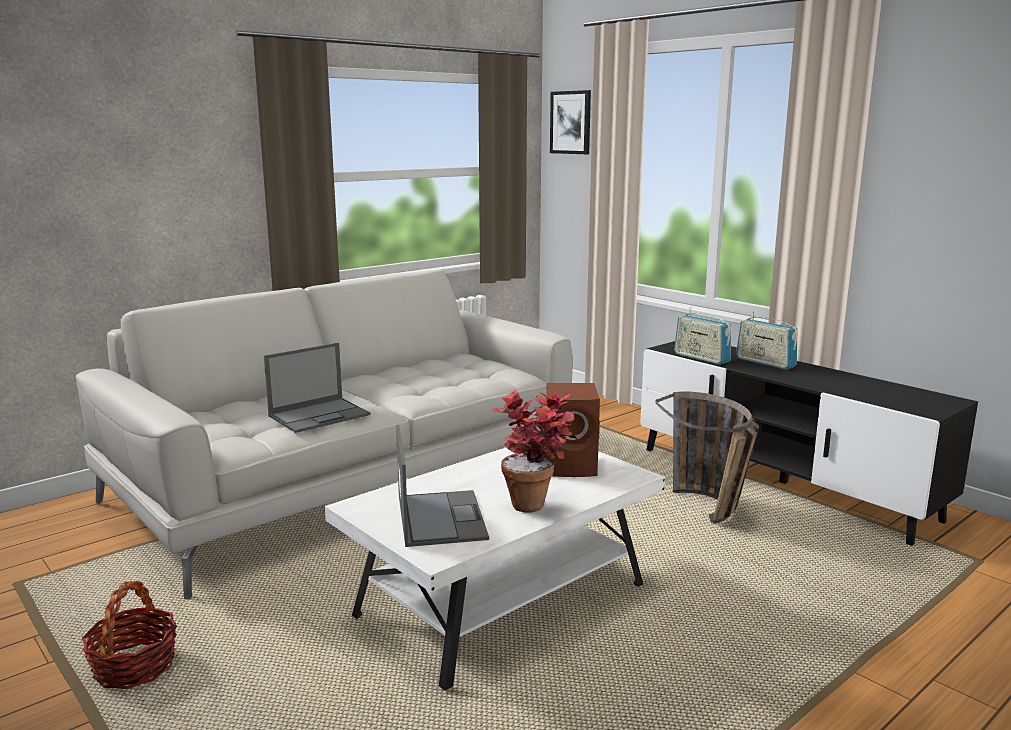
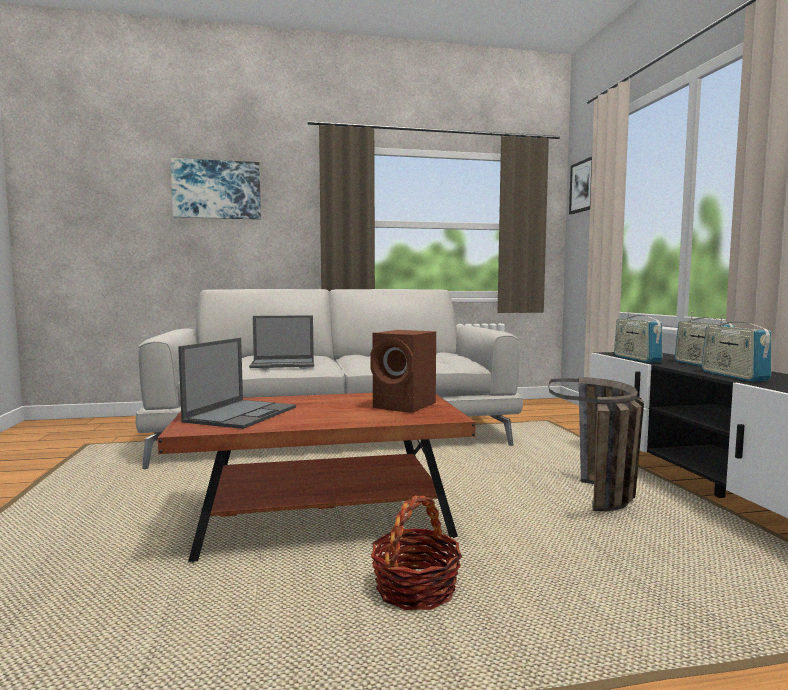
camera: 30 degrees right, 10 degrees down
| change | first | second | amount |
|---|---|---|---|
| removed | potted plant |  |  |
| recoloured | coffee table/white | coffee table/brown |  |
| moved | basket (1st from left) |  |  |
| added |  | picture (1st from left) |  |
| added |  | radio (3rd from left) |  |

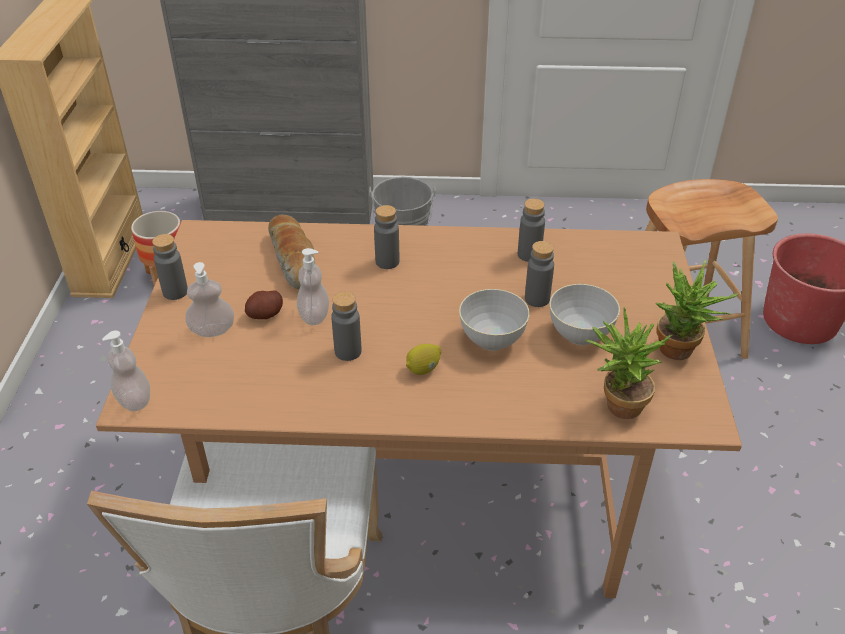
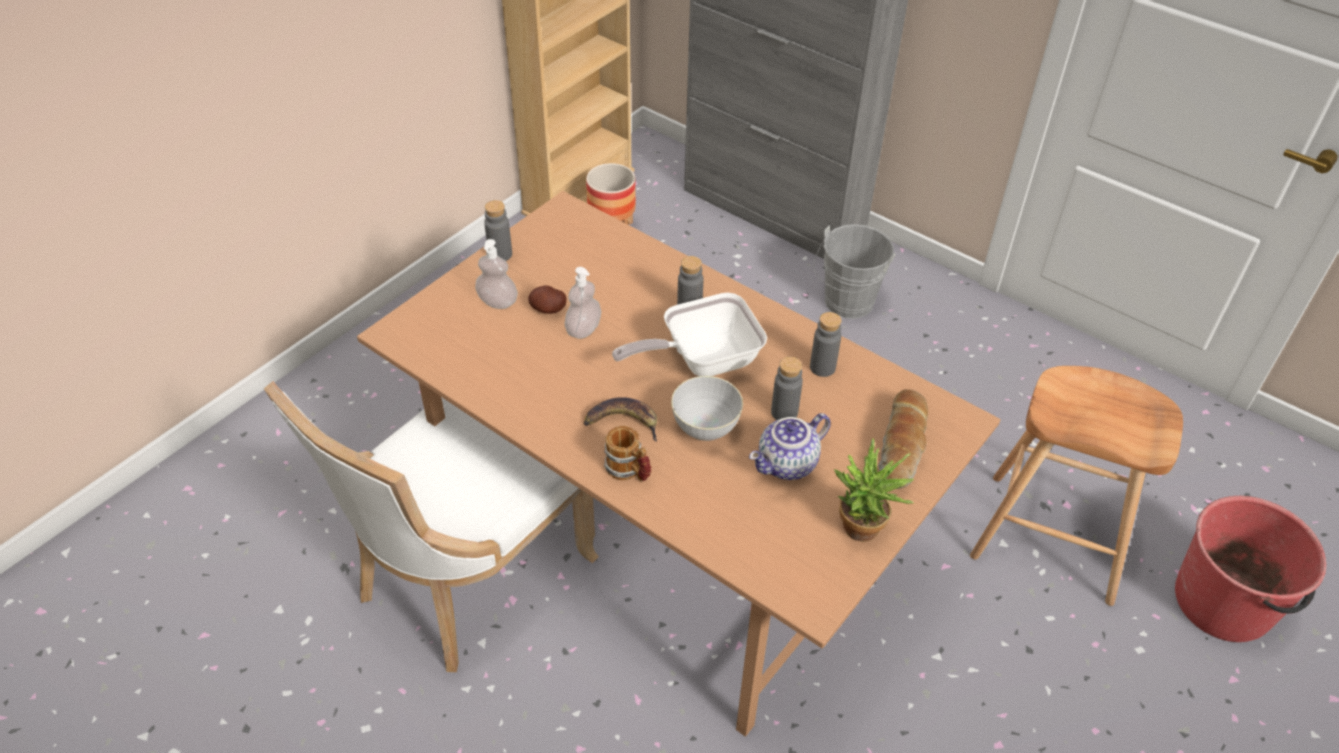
camera: 35 degrees right, 5 degrees up
| change | first | second | amount |
|---|---|---|---|
| moved | bread |  |  |
| replaced | bowl/grey (2nd from left) | teapot |  |
| removed | bottle/grey (2nd from left) |  |  |
| removed | potted plant (1st from left) |  |  |
| removed | soap dispenser (1st from left) |  |  |
| replaced | lemon | banana |  |
| added |  | frying pan |  |
| added |  | mug |  |

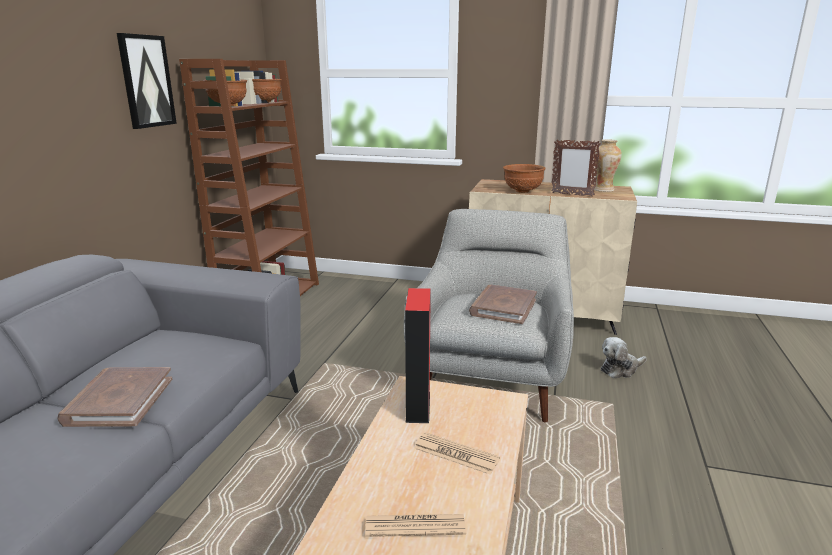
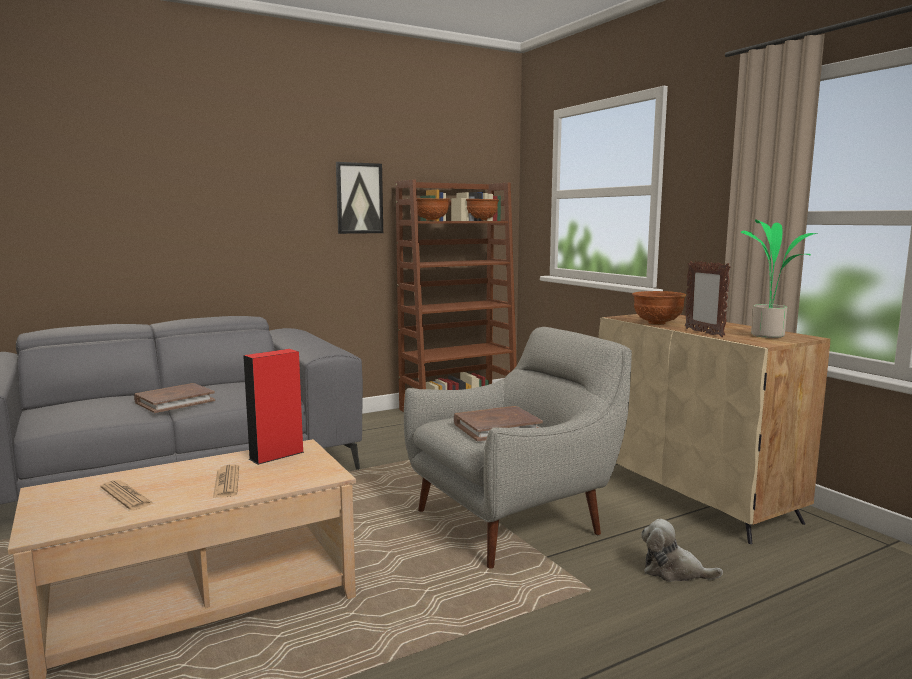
camera: 45 degrees right, 10 degrees down
| change | first | second | amount |
|---|---|---|---|
| replaced | vase | potted plant |  |

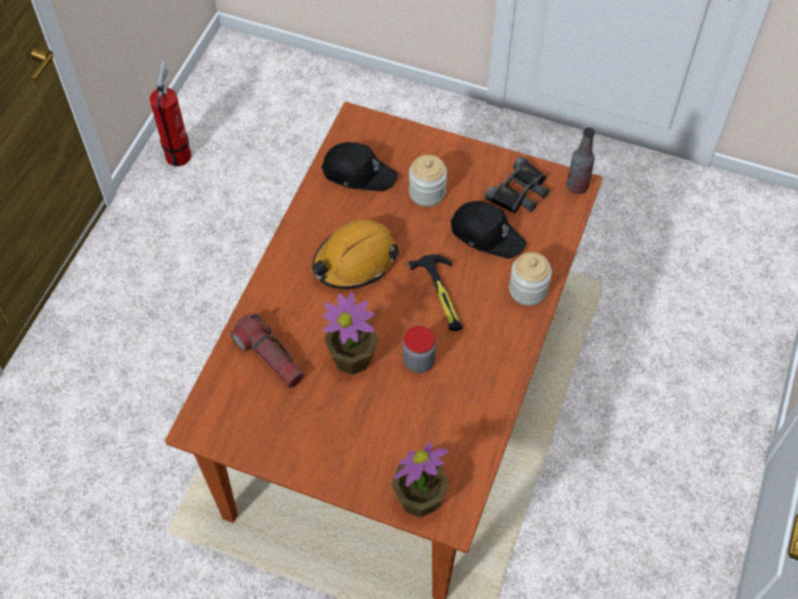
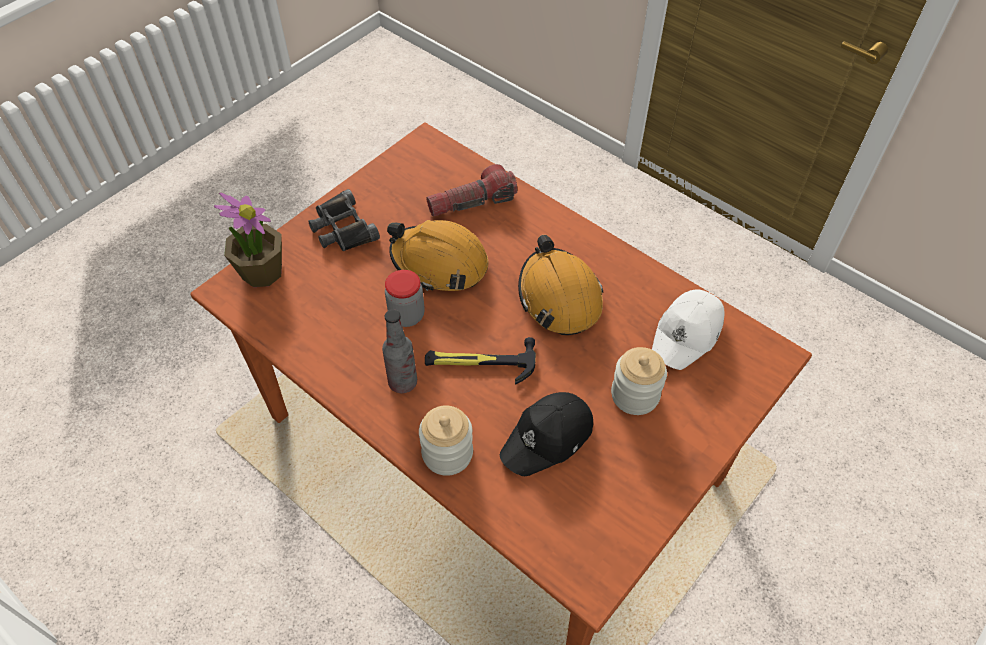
camera: 110 degrees right, 5 degrees down
| change | first | second | amount |
|---|---|---|---|
| removed | fire extinguisher |  |  |
| moved | bottle |  |  |
| recoloured | cap/black (1st from left) | cap/white |  |
| moved | binoculars/black |  |  |
| replaced | potted plant (1st from left) | hard hat/orange (1st from left) |  |

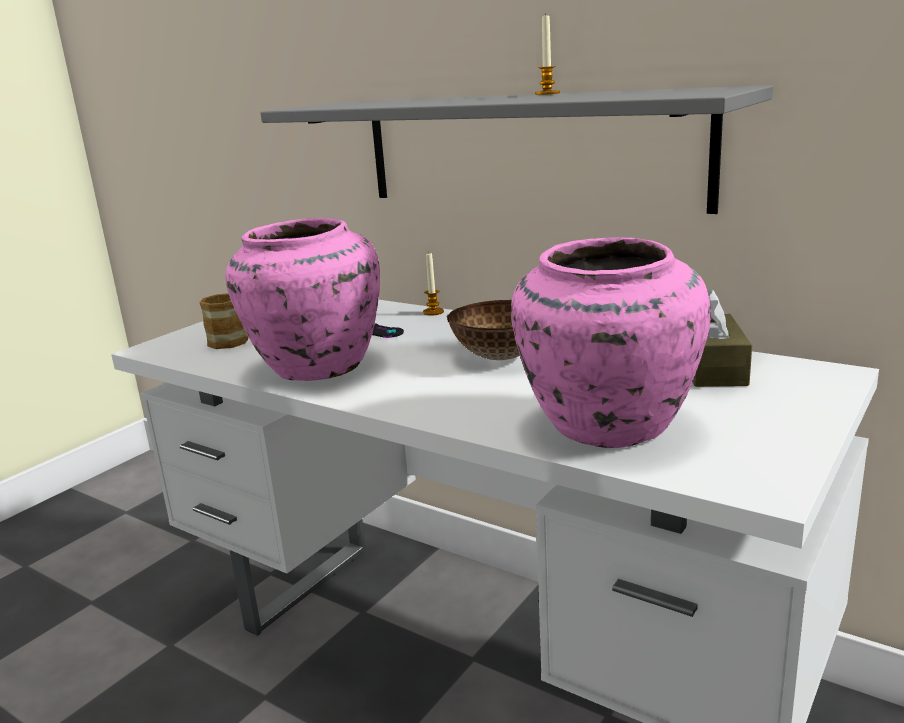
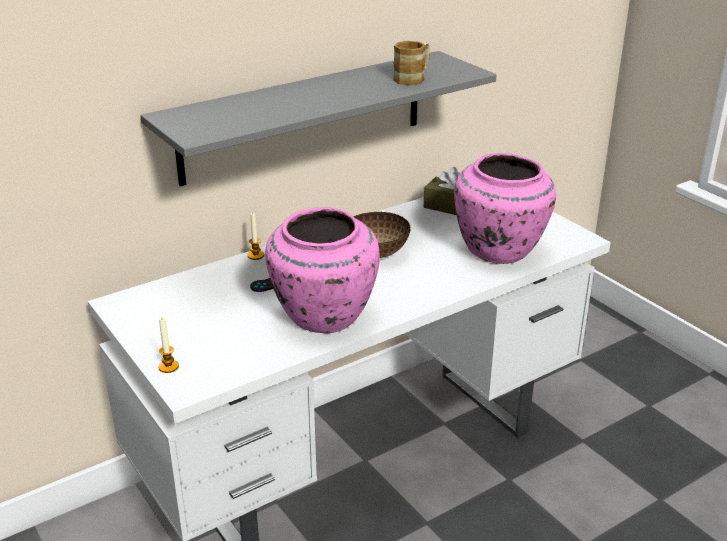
camera: 70 degrees left, 10 degrees up
| change | first | second | amount |
|---|---|---|---|
| moved | candle (2nd from left in the first image) | candle (1st from left) |  |
| moved | mug |  |  |

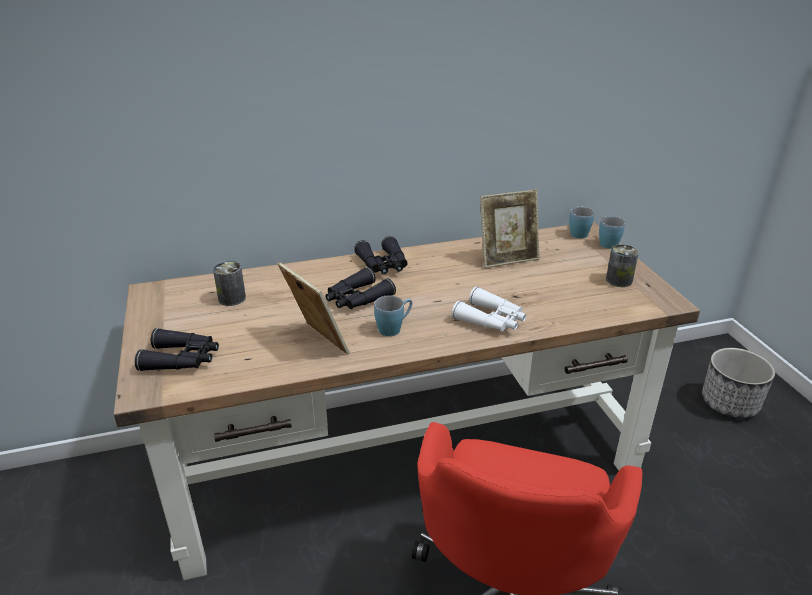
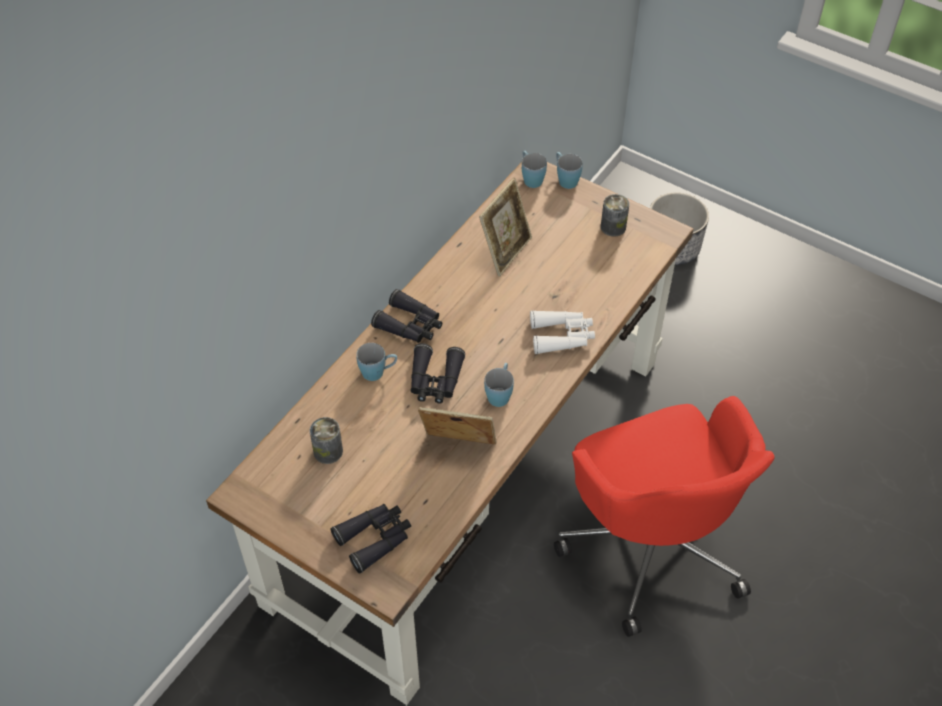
camera: 40 degrees left, 20 degrees up
| change | first | second | amount |
|---|---|---|---|
| added |  | mug/blue (1st from left) |  |

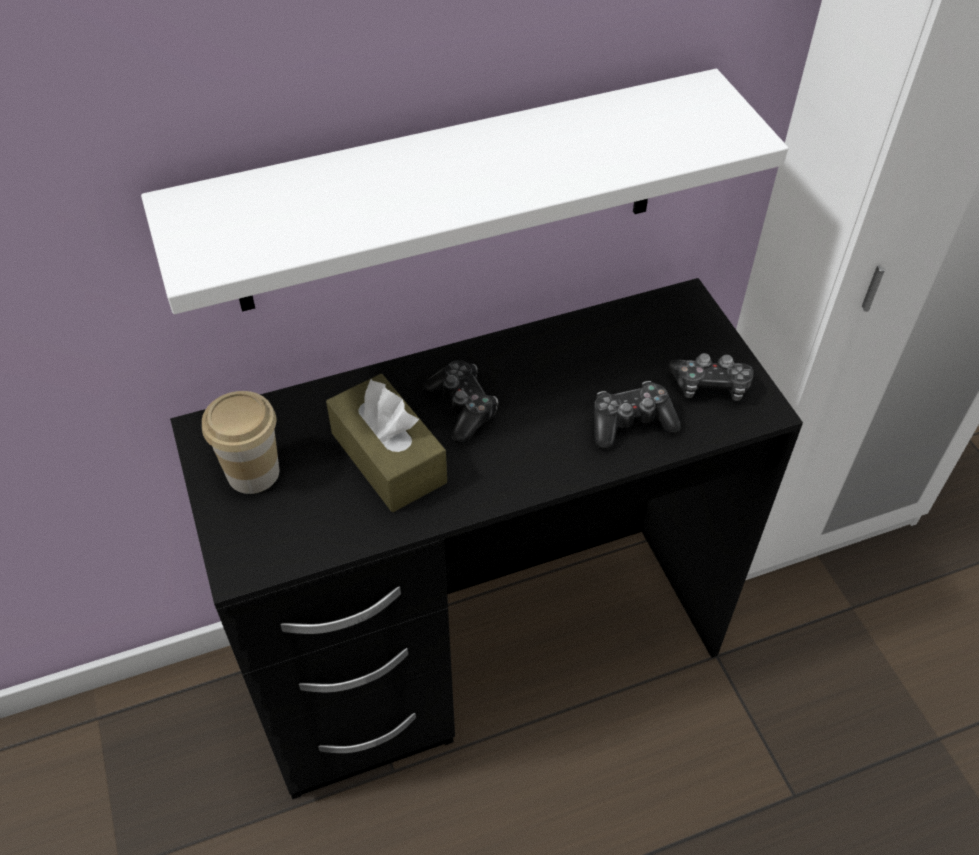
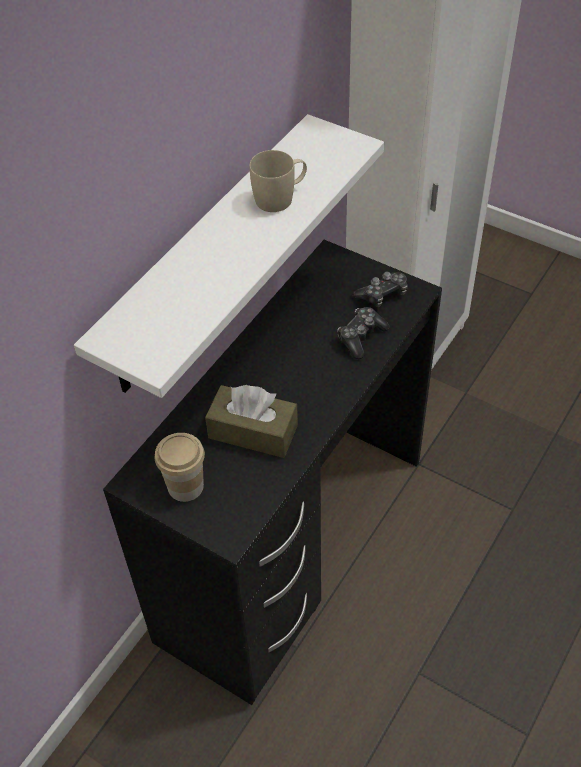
camera: 35 degrees left, 0 degrees up
| change | first | second | amount |
|---|---|---|---|
| removed | game controller (1st from left) |  |  |
| added |  | mug/beige |  |

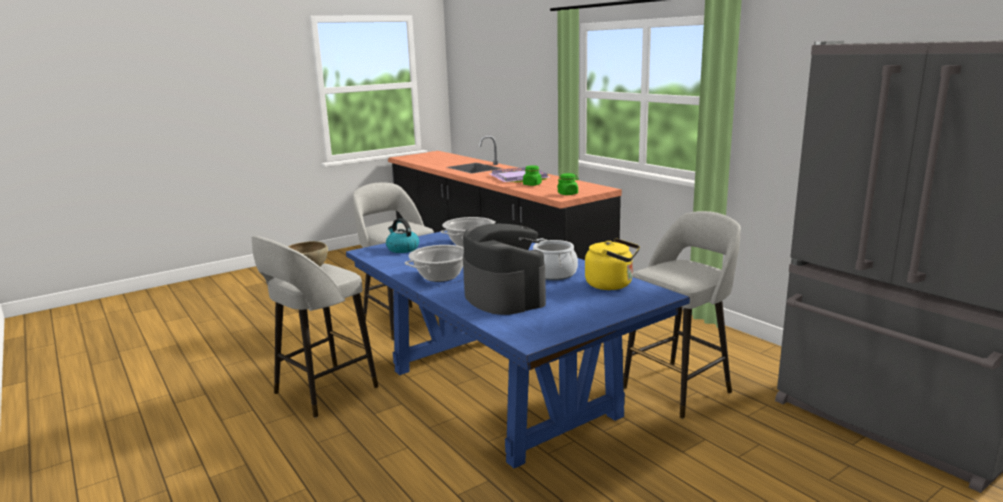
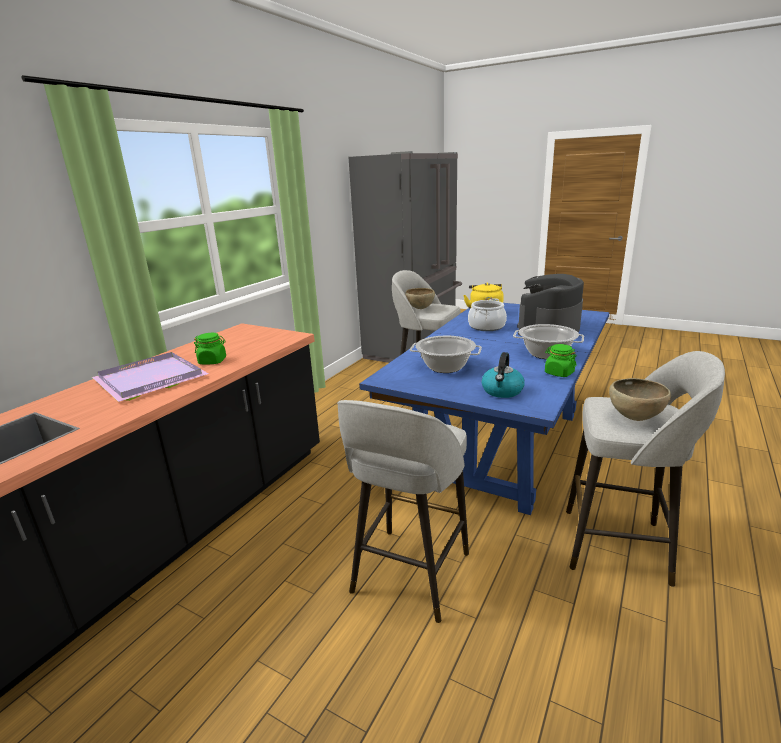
camera: 115 degrees left, 5 degrees up
| change | first | second | amount |
|---|---|---|---|
| moved | jar/green (2nd from left) |  |  |
| added |  | bowl/brown (1st from left) |  |

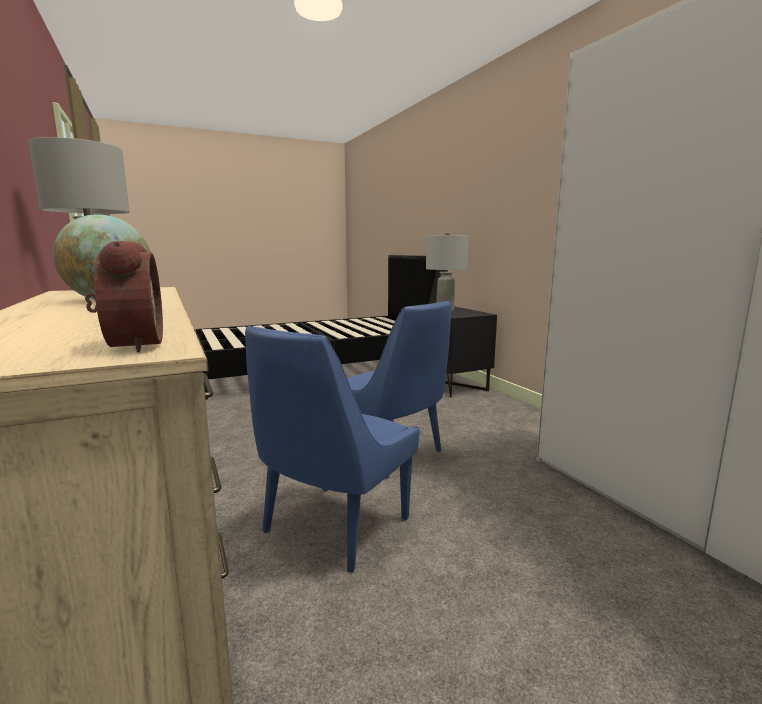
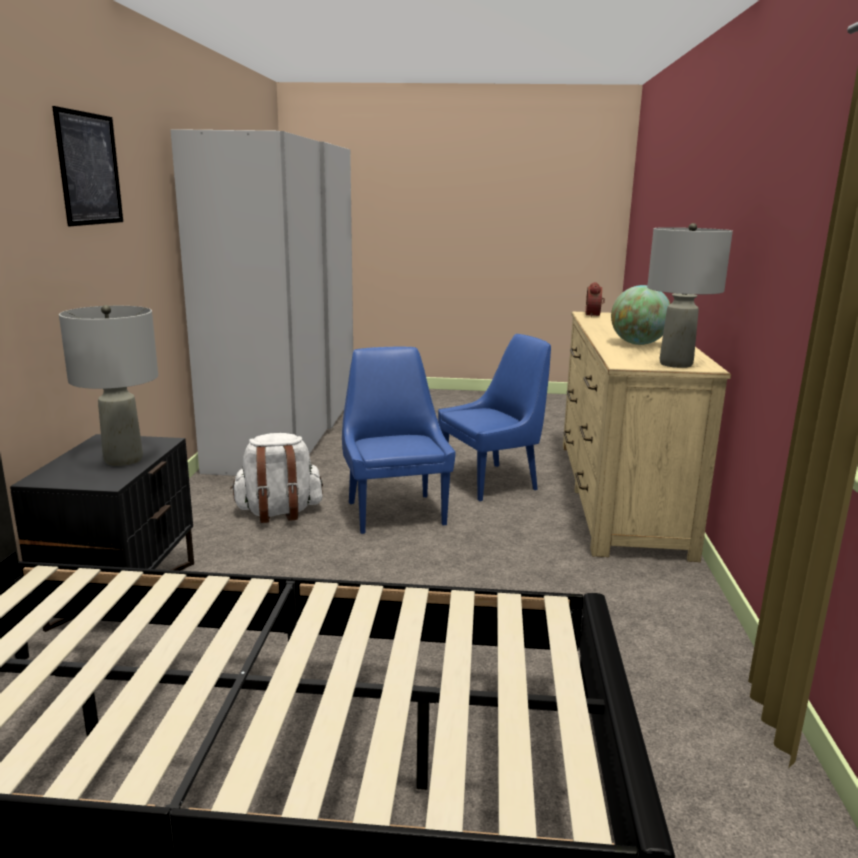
camera: 150 degrees left, 5 degrees up
| change | first | second | amount |
|---|---|---|---|
| added |  | picture |  |
| added |  | backpack/white |  |

